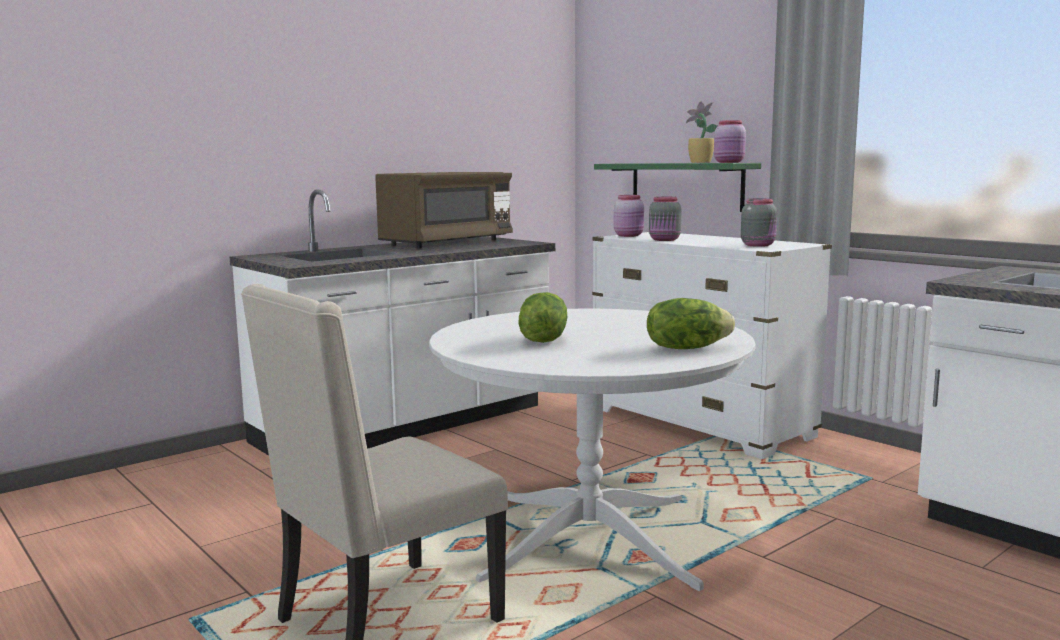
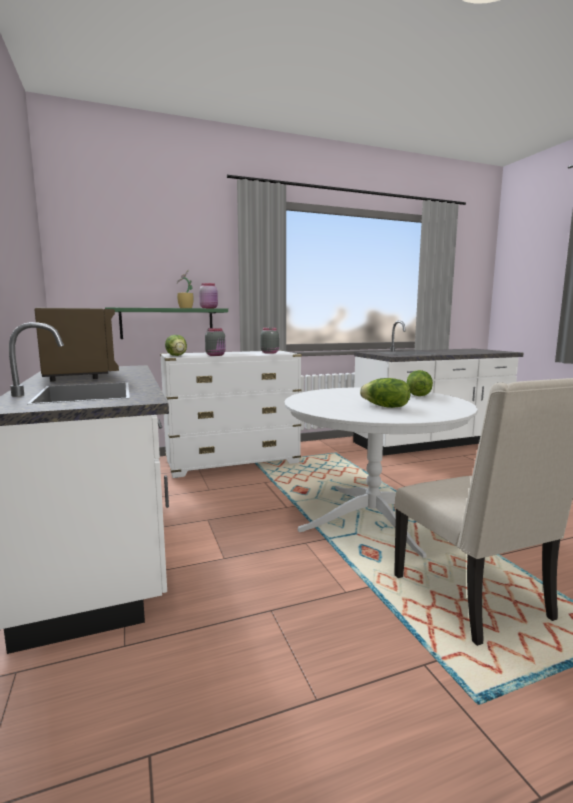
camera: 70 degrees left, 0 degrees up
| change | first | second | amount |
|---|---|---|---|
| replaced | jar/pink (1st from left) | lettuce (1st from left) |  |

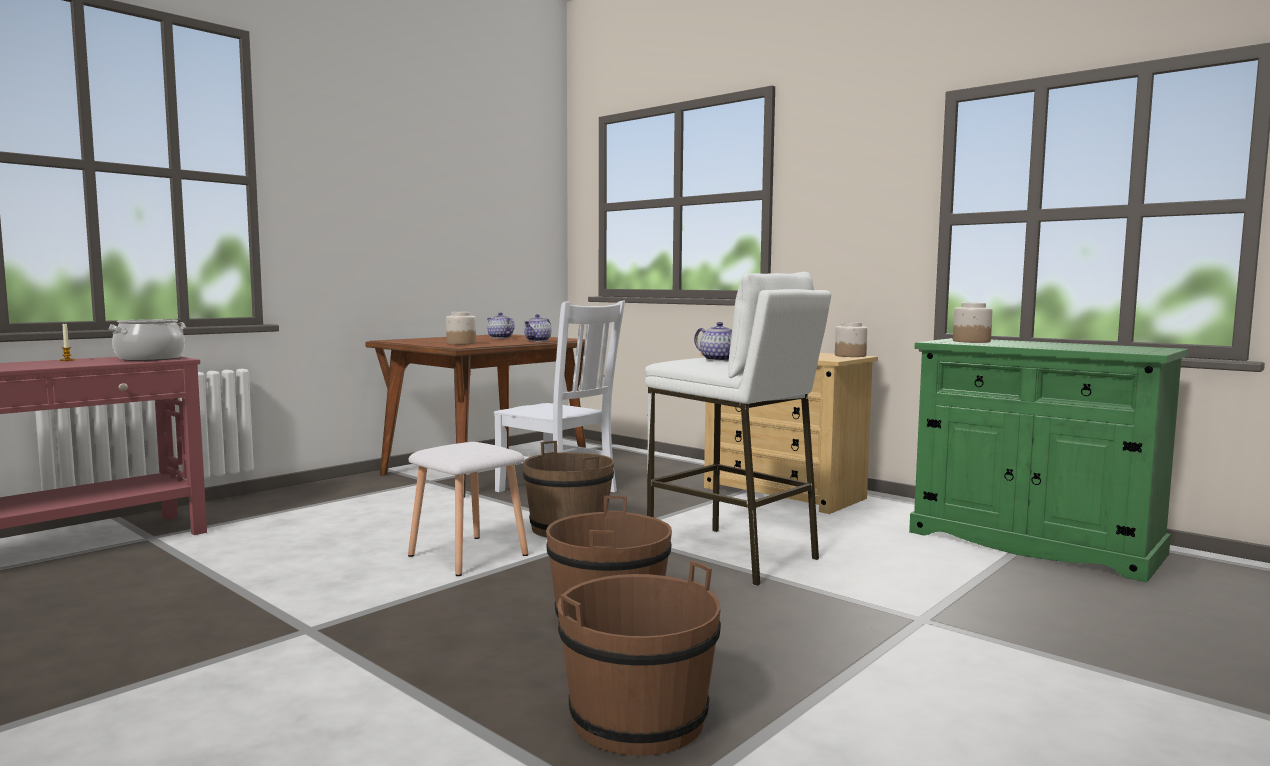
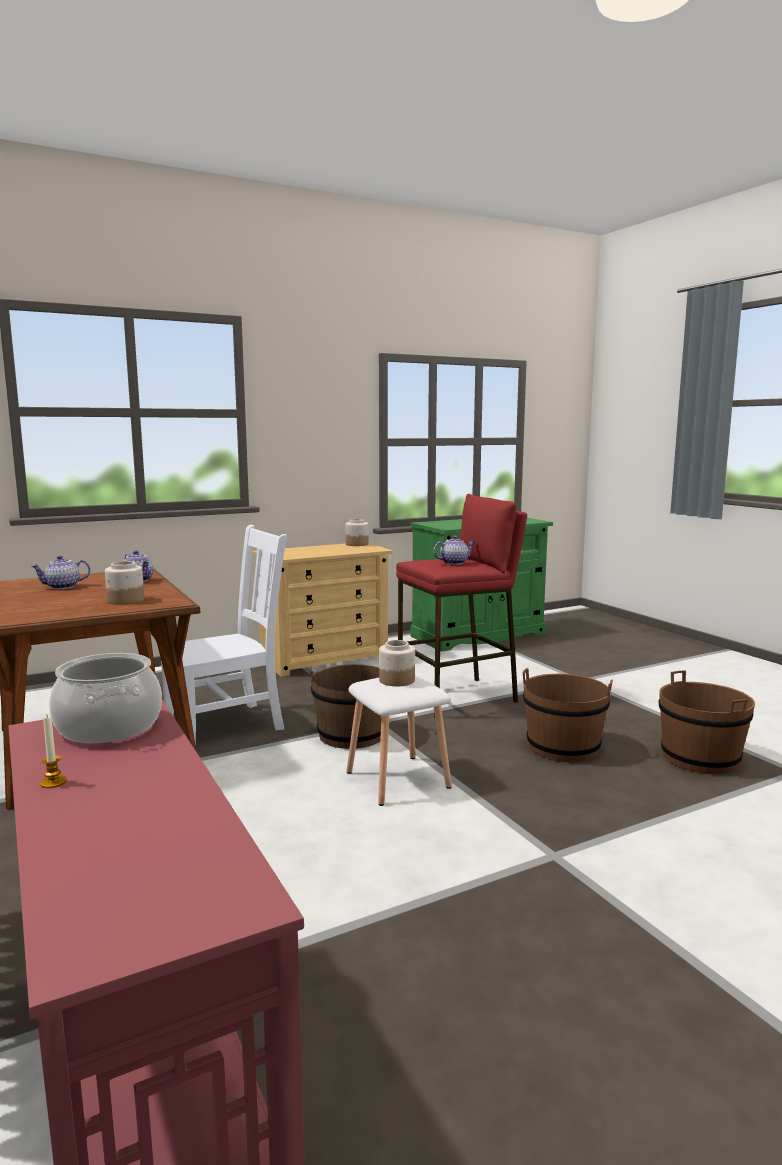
camera: 70 degrees left, 5 degrees up
| change | first | second | amount |
|---|---|---|---|
| recoloured | stool/white (2nd from left) | stool/red |  |
| moved | jar (3rd from left) |  |  |

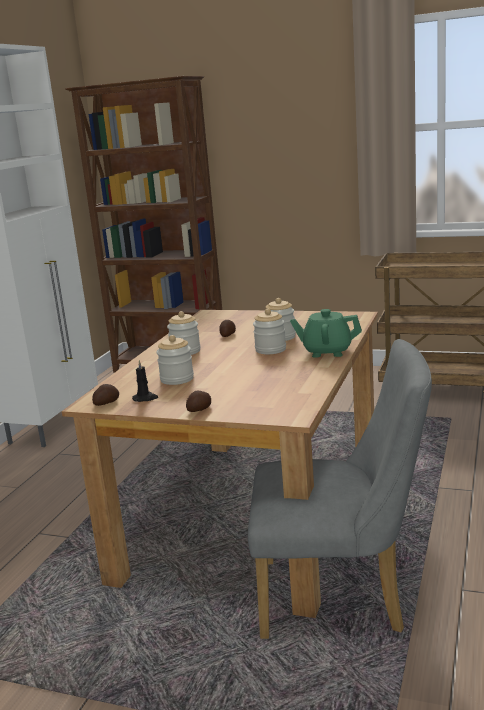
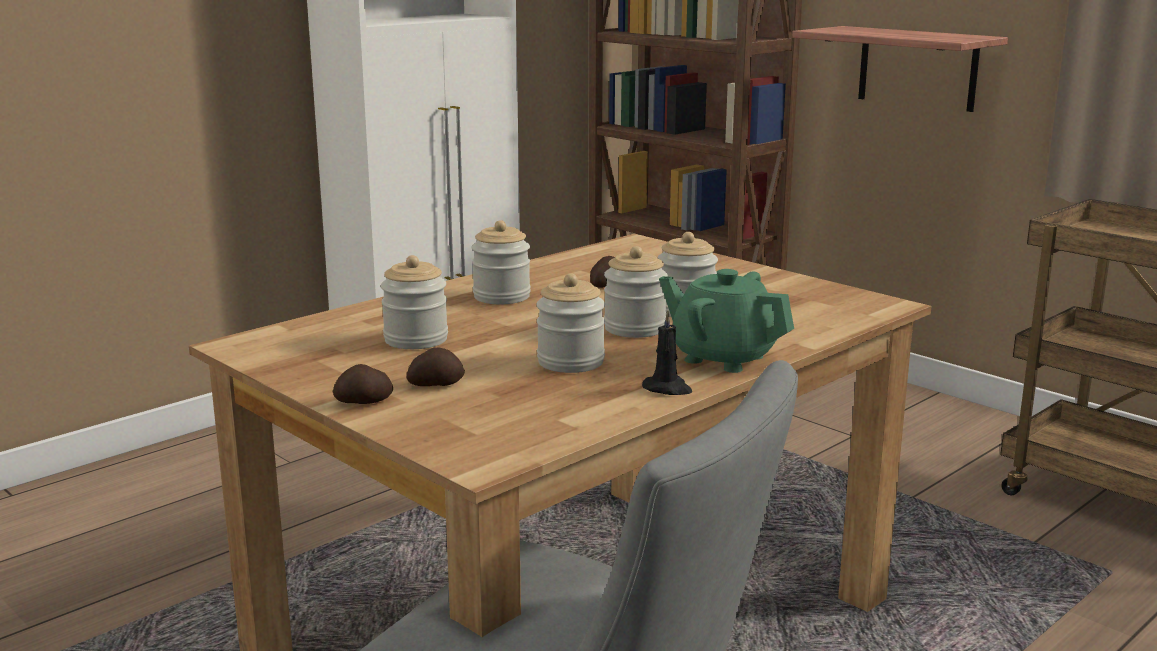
camera: 25 degrees right, 0 degrees up
| change | first | second | amount |
|---|---|---|---|
| moved | candle/black |  |  |
| moved | potato (1st from left in the first image) | potato (2nd from left) |  |
| added |  | shelf |  |
| added |  | jar (3rd from left) |  |

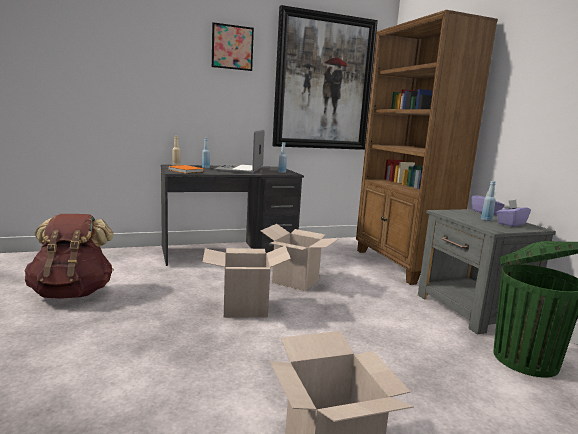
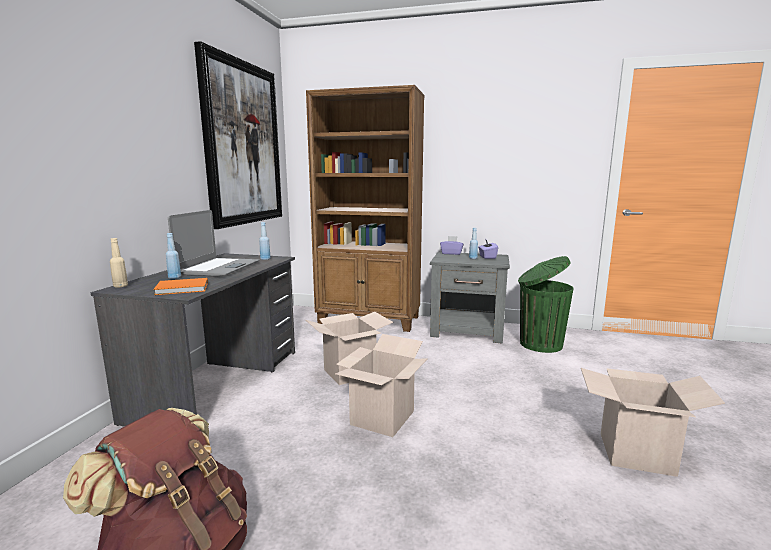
camera: 55 degrees left, 0 degrees up
| change | first | second | amount |
|---|---|---|---|
| removed | picture (1st from left) |  |  |
| turned | laptop |  | 120 degrees counterclockwise |

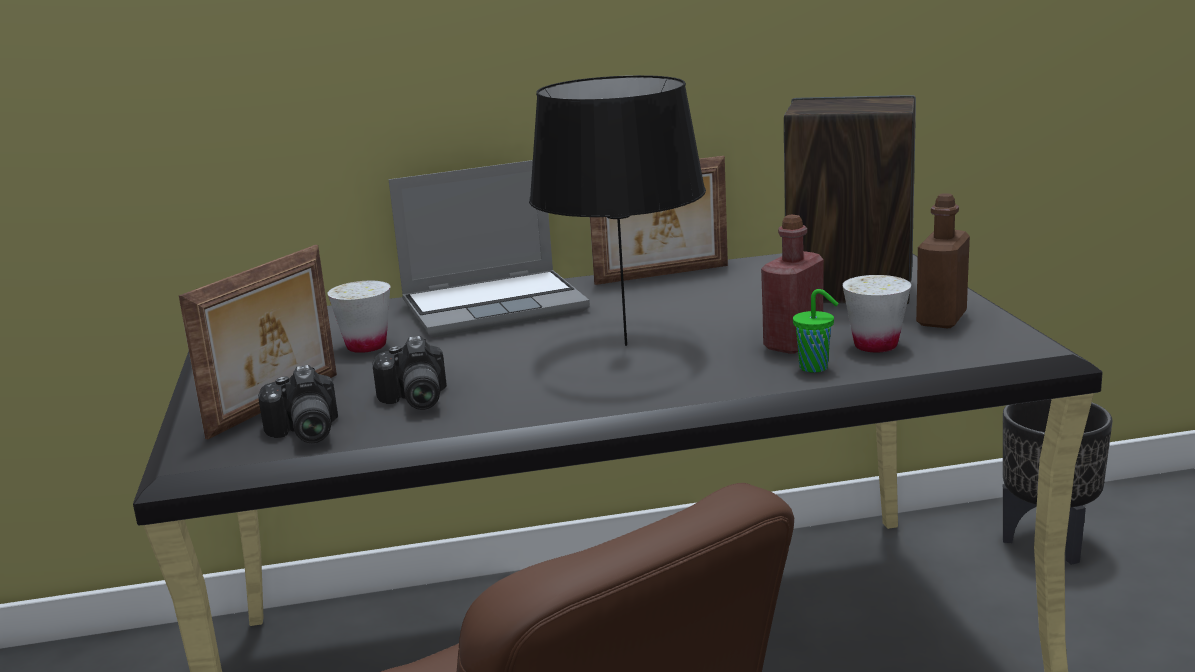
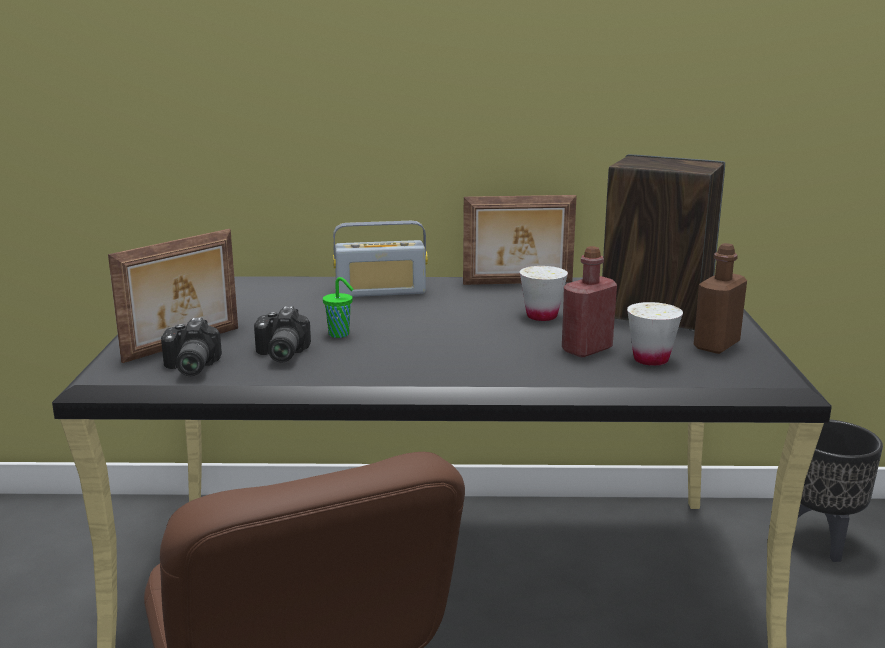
camera: 10 degrees right, 0 degrees up
| change | first | second | amount |
|---|---|---|---|
| removed | table lamp/black |  |  |
| replaced | laptop | radio |  |
| moved | cup/white (1st from left) |  |  |
| moved | cup/green |  |  |

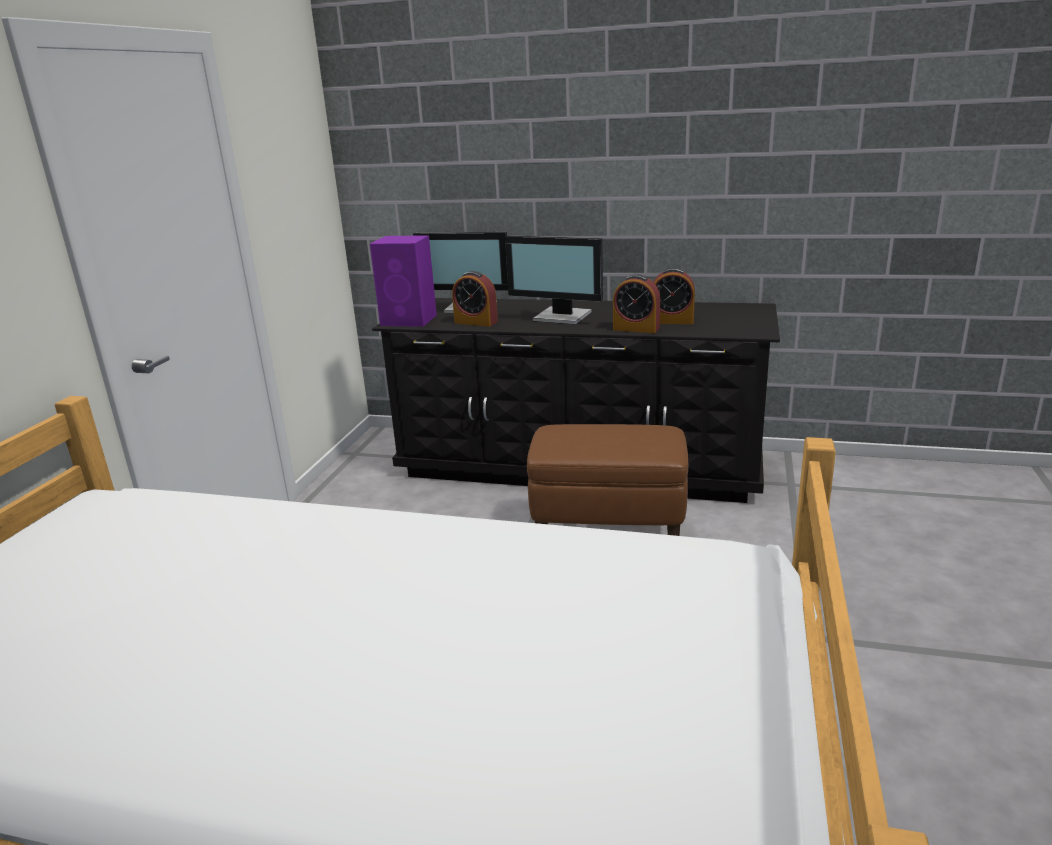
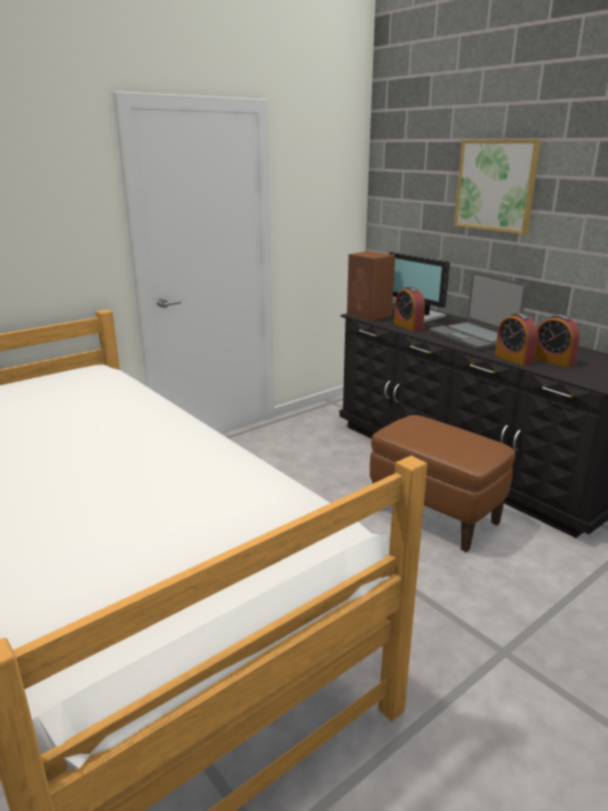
camera: 35 degrees right, 0 degrees up
| change | first | second | amount |
|---|---|---|---|
| recoloured | speaker/purple | speaker/brown |  |
| replaced | monitor (2nd from left) | laptop |  |
| added |  | picture |  |

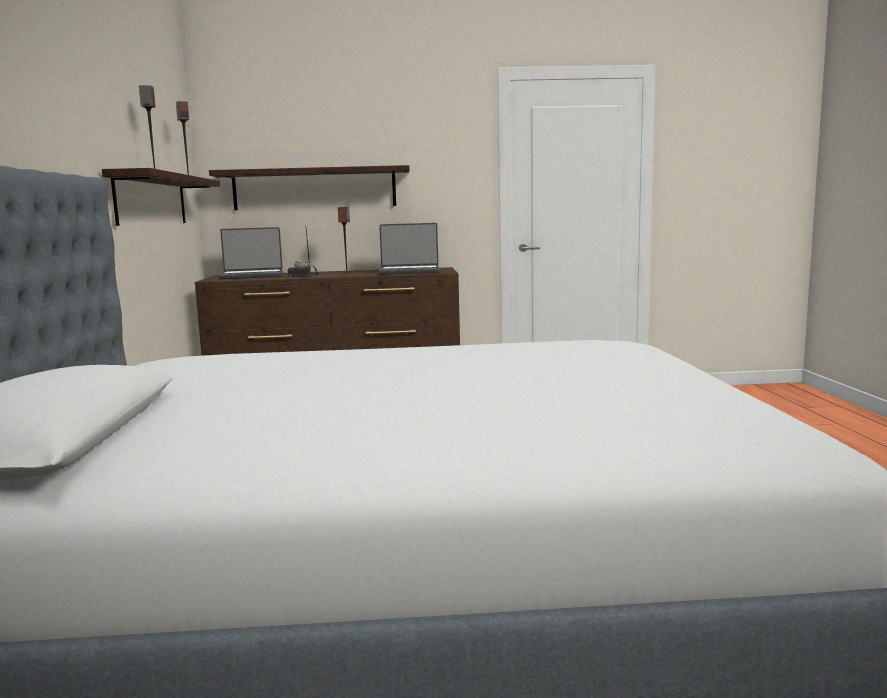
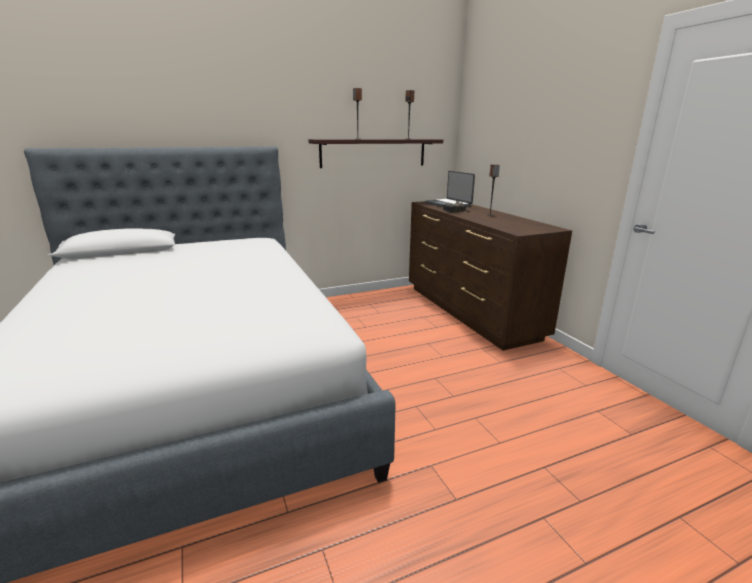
camera: 70 degrees right, 10 degrees up
| change | first | second | amount |
|---|---|---|---|
| removed | shelf (2nd from left) |  |  |
| removed | laptop (2nd from left) |  |  |

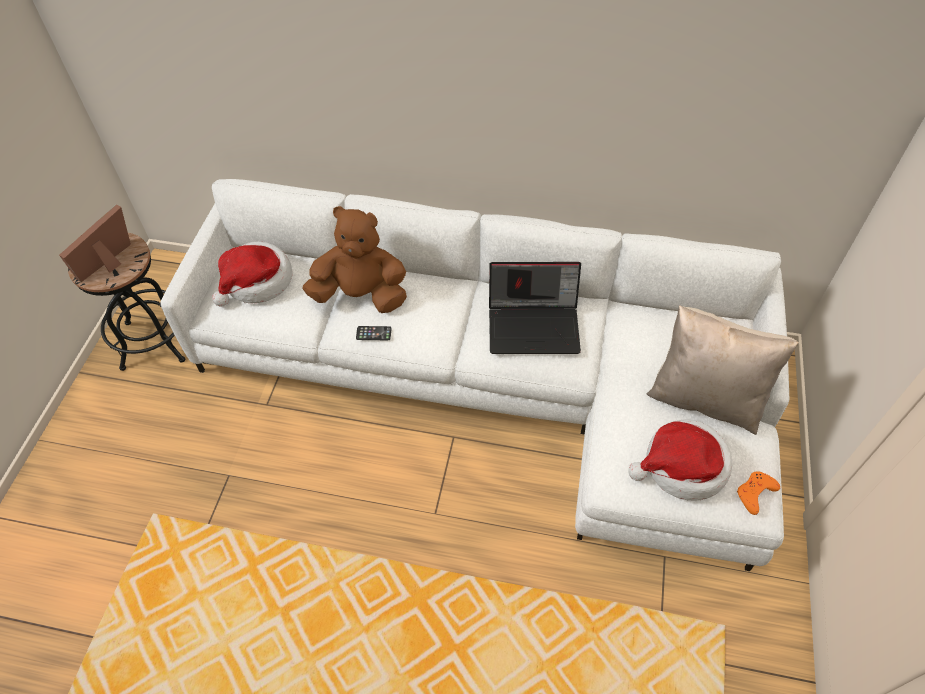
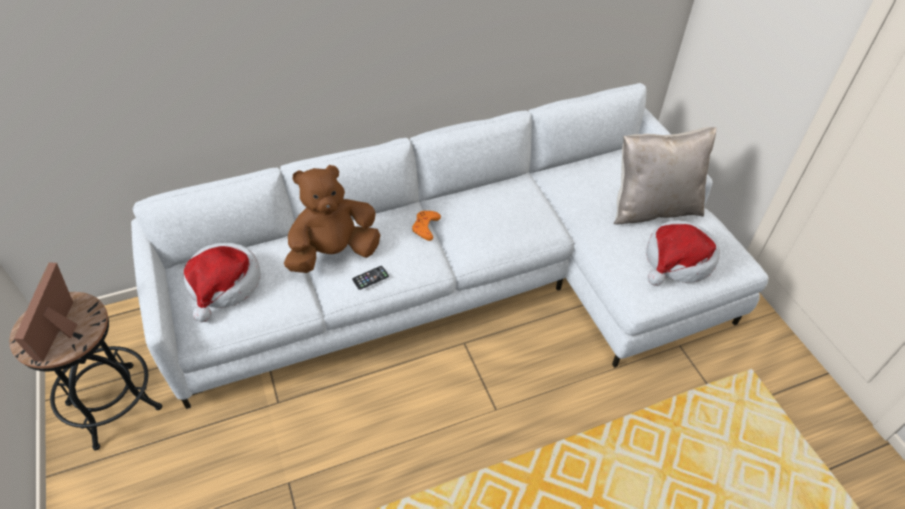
camera: 35 degrees left, 5 degrees down
| change | first | second | amount |
|---|---|---|---|
| removed | laptop |  |  |
| moved | game controller/orange |  |  |

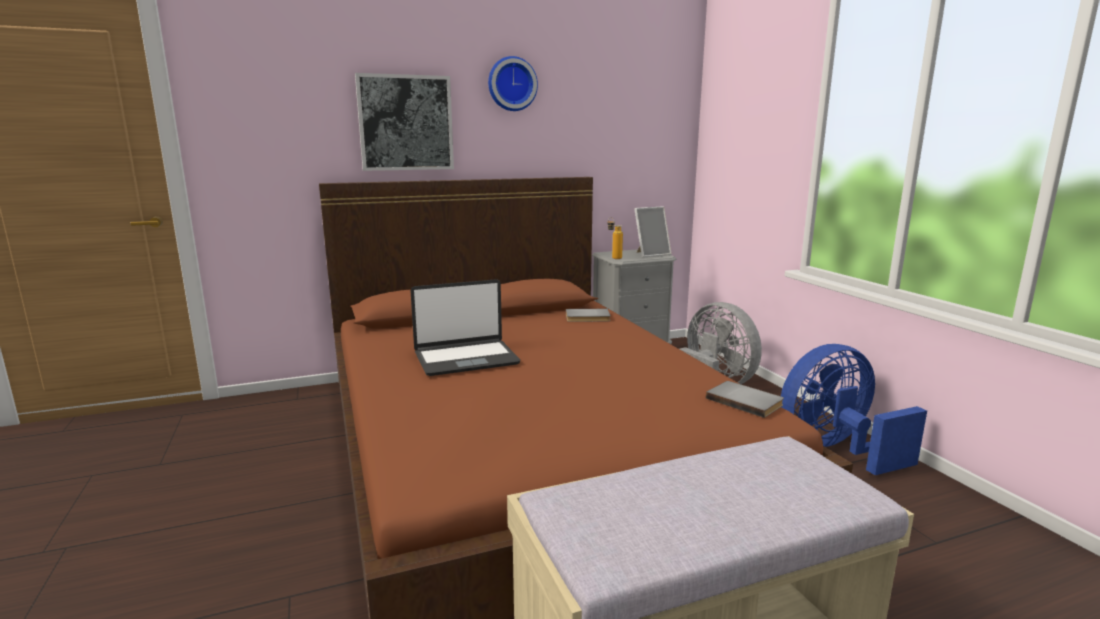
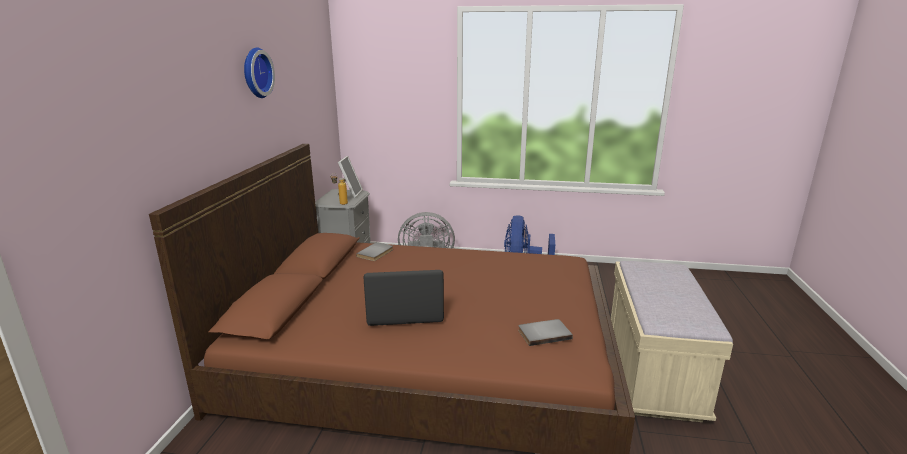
camera: 60 degrees left, 5 degrees up
| change | first | second | amount |
|---|---|---|---|
| removed | picture |  |  |
| turned | laptop |  | 105 degrees counterclockwise |
| moved | book/grey (2nd from left) |  |  |

